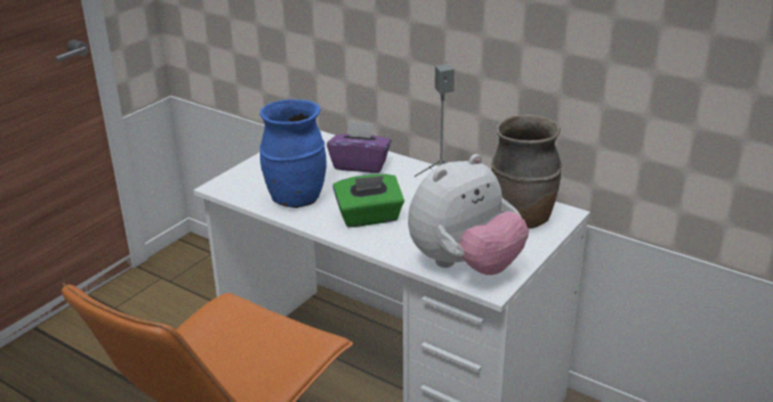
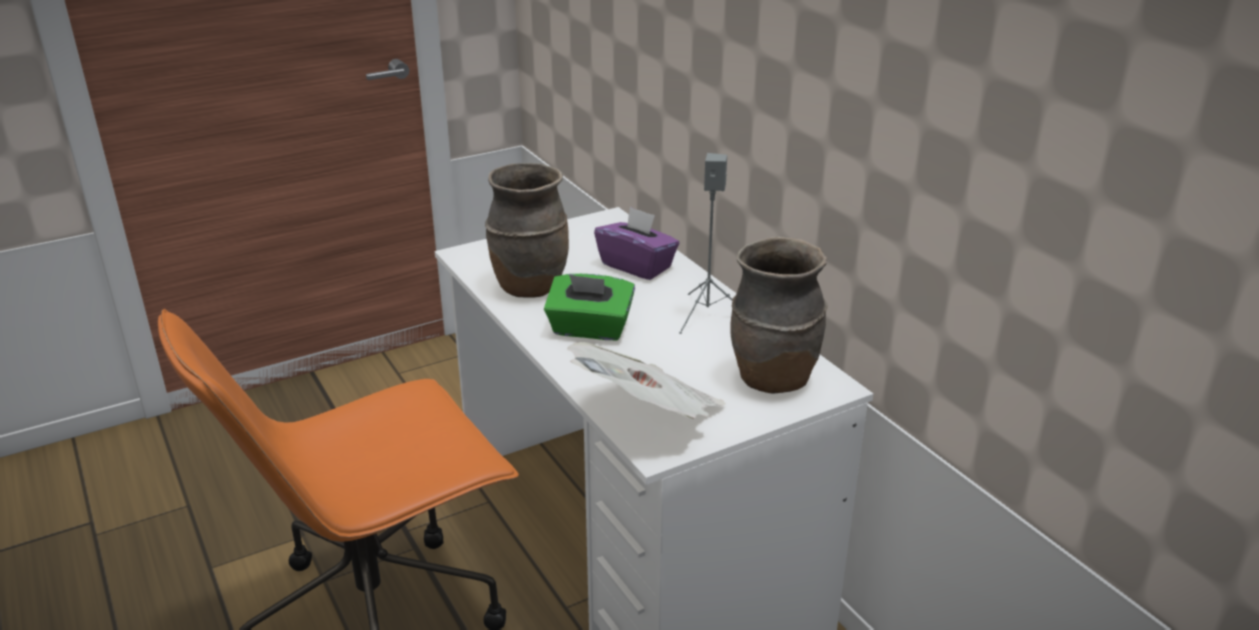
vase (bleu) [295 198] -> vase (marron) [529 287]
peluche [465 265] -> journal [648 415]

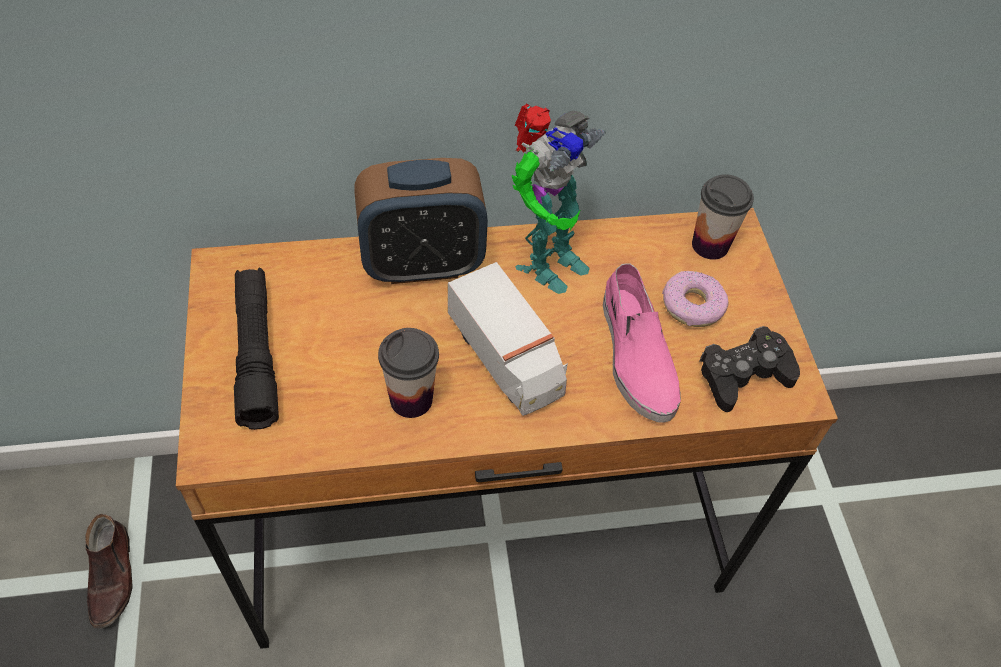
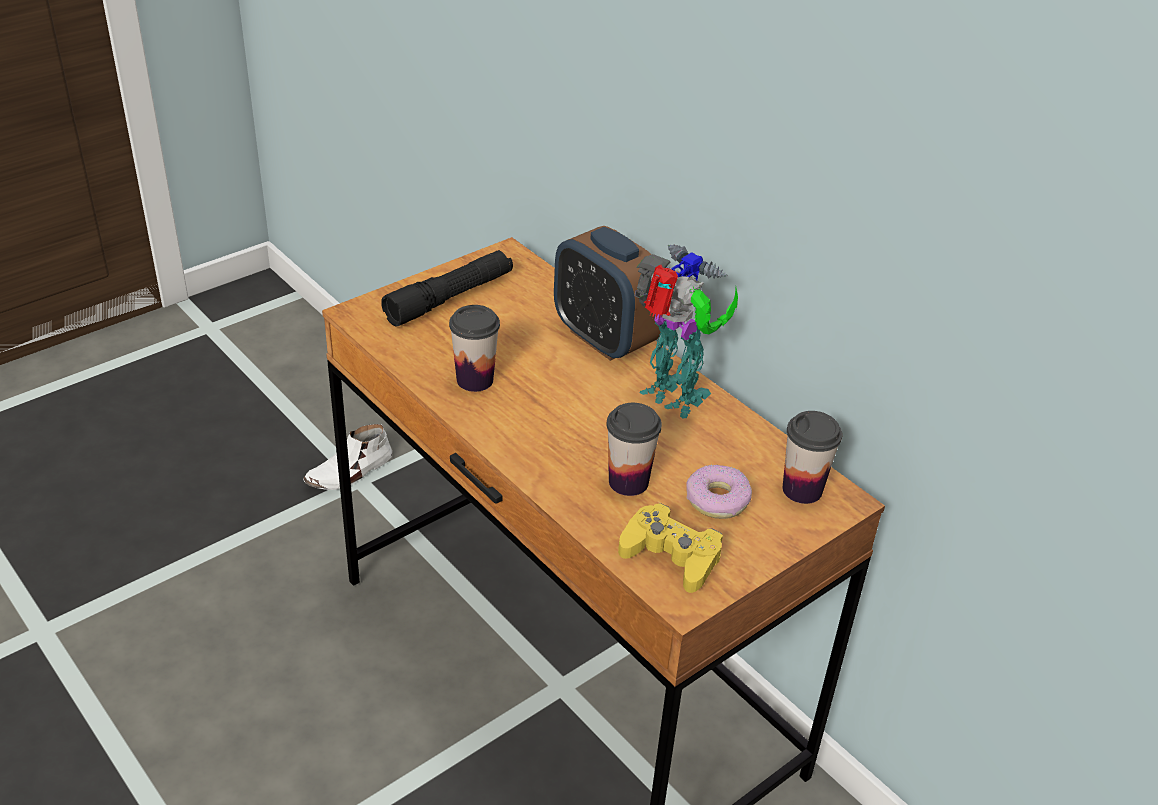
chaussure (marron) [112 576] -> chaussure (blanc) [350 472]
camion jouet [506 358] -> none
robot jouet [545 262] -> robot jouet [674 399], 150 degrees counterclockwise
chaussure (rose) [635 355] -> tasse [628 482]
manette (noir) [743 375] -> manette (jaune) [671 555]

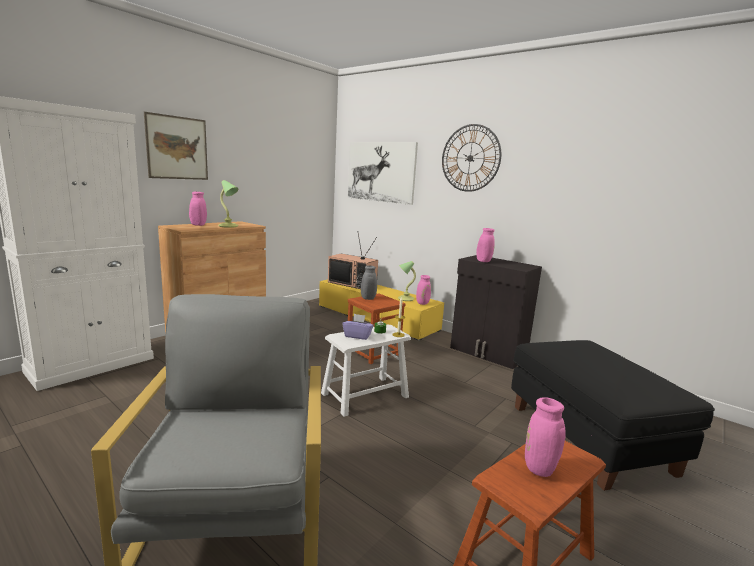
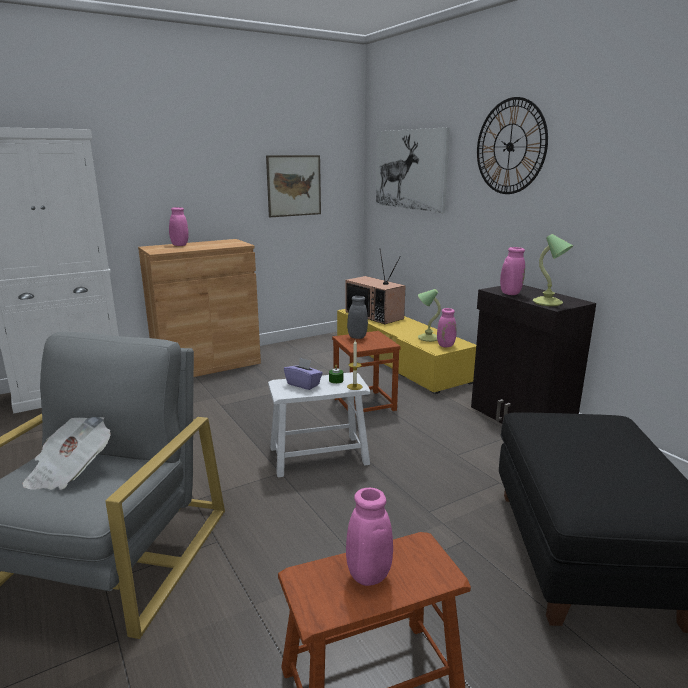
tableau [177 148] -> tableau [294 186], relocated
lampe de table [228 226] -> lampe de table [548 303], relocated
none -> journal [70 471]

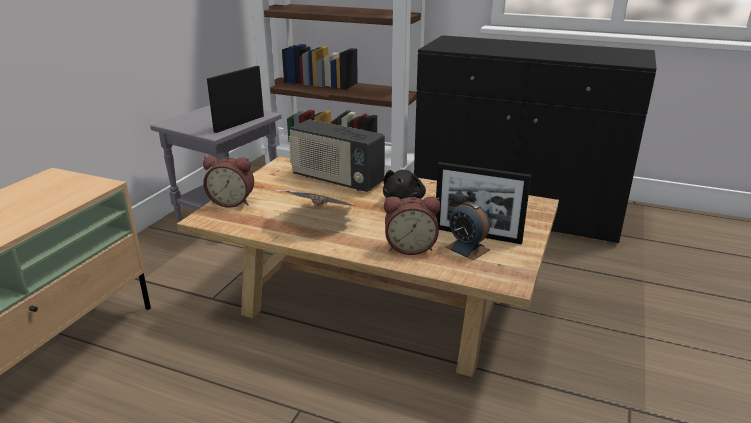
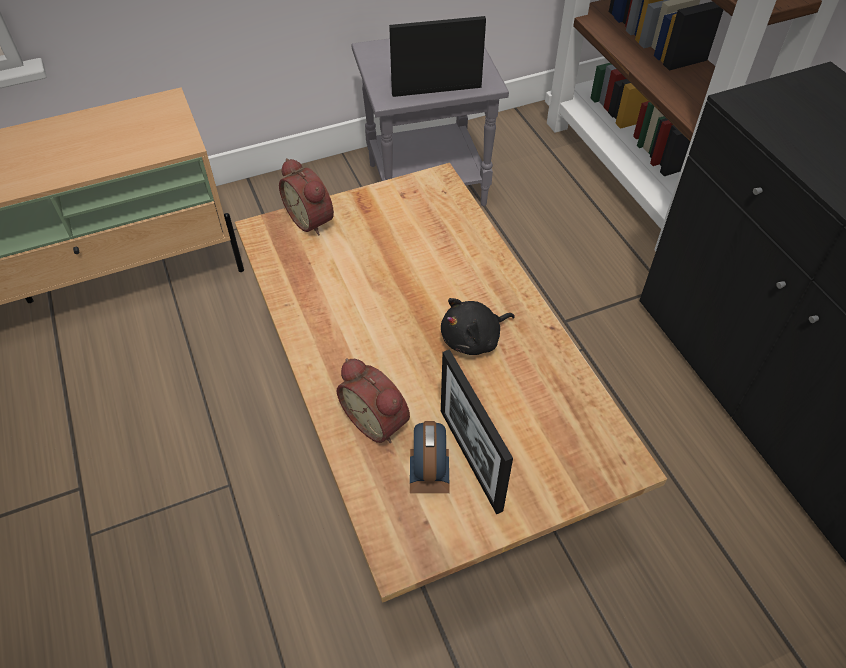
journal [321 218] -> none
radio [336 180] -> none

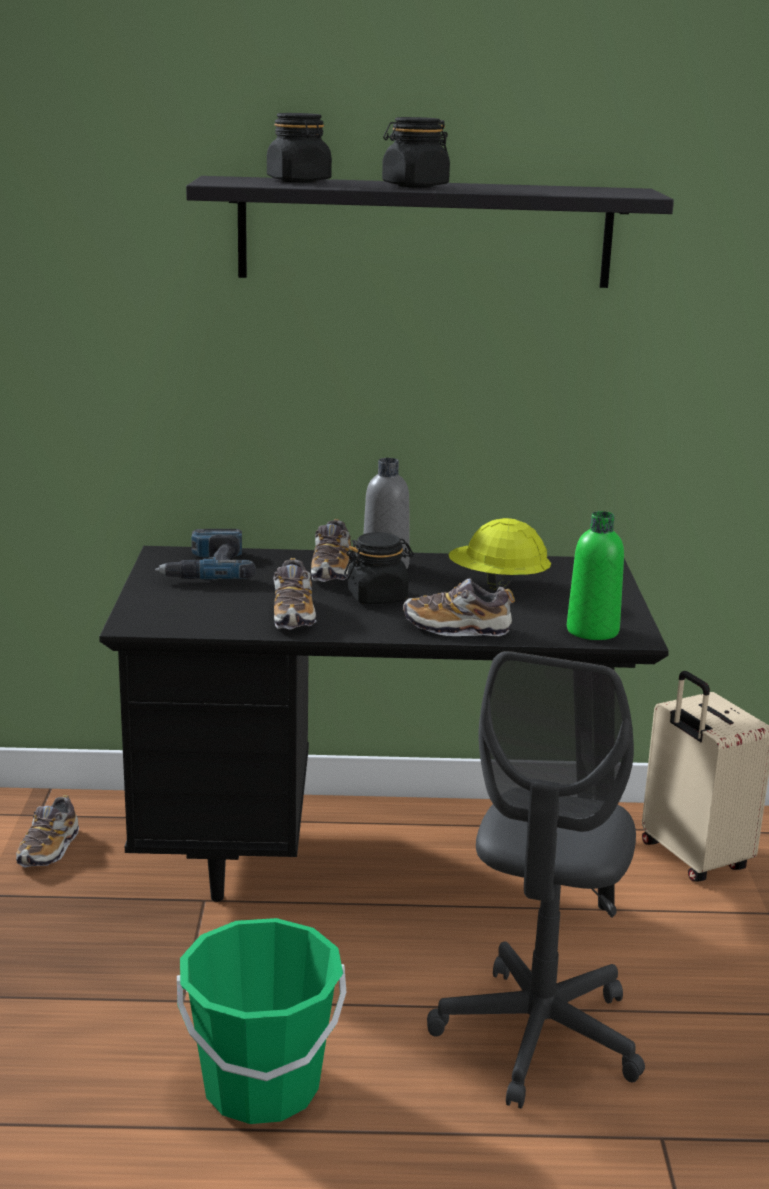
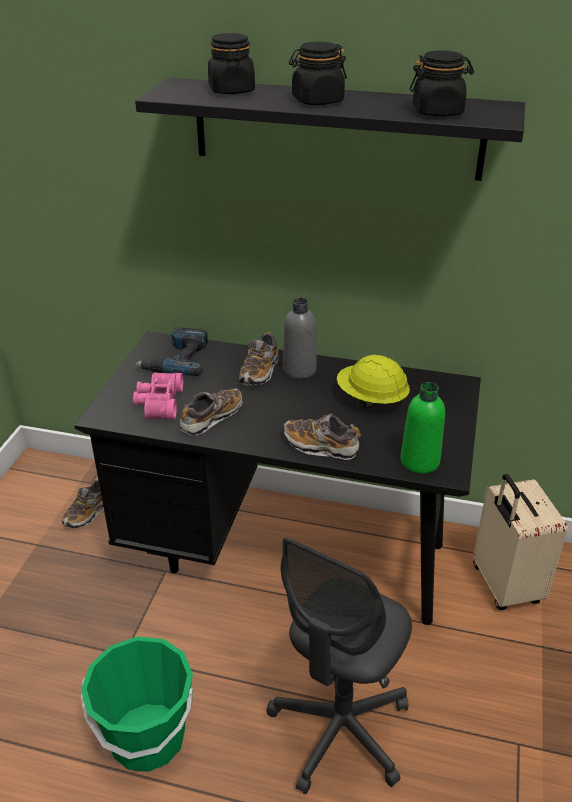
chaussure [293 615] -> chaussure [211 418], 150 degrees counterclockwise
bocal (noir) [377 597] -> bocal (noir) [437 112], relocated
none -> jumelles (rose) [158 403]

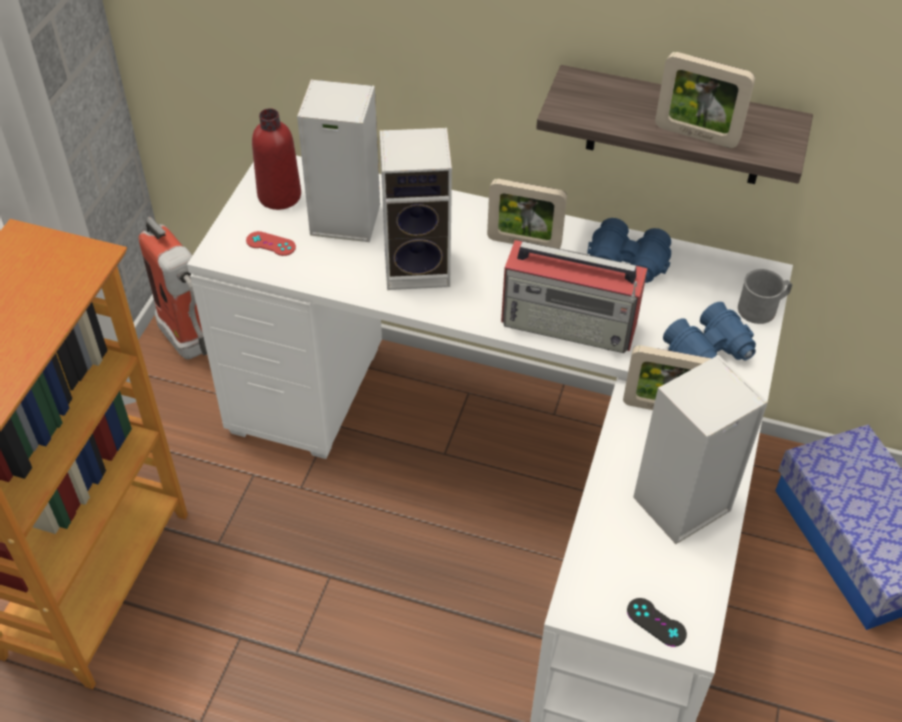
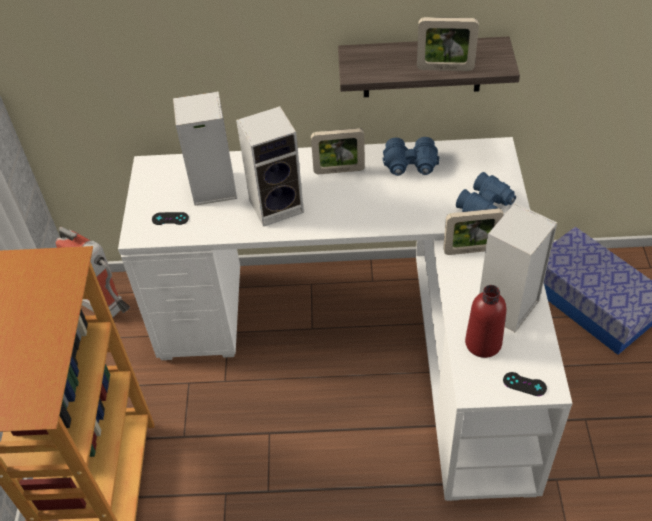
manette (rouge) [270 244] -> manette (noir) [170 219]
bouteille (rouge) [279 196] -> bouteille (rouge) [483 343], relocated
radio [570 324] -> none
mug (gris) [762 308] -> none

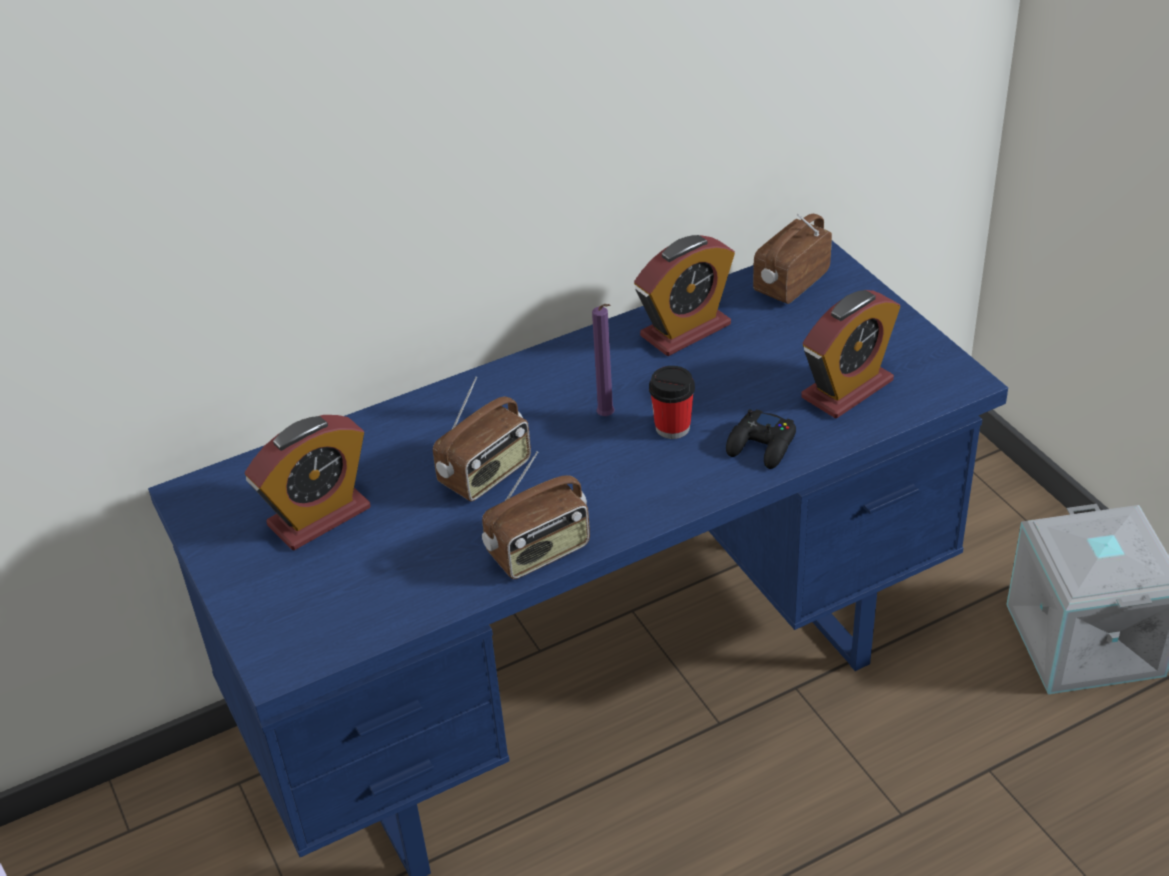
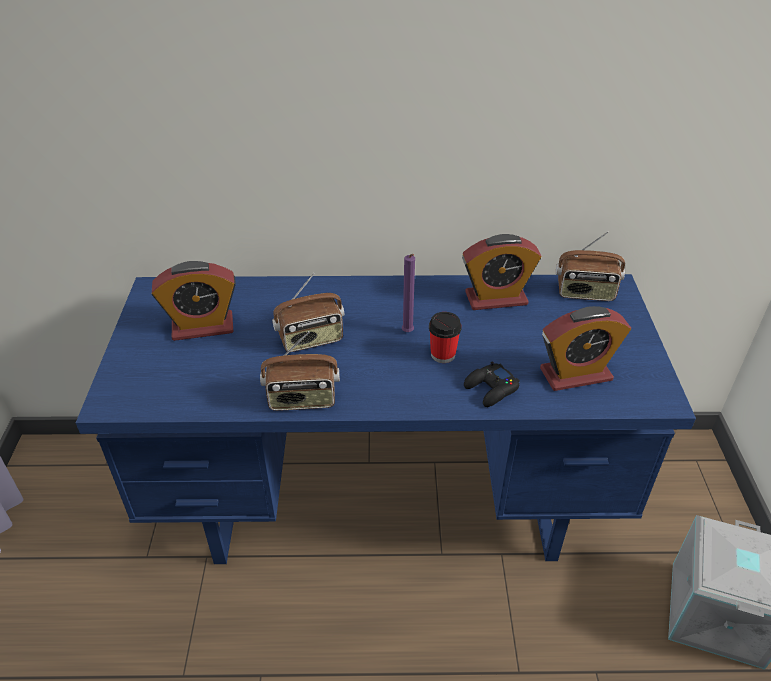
radio [790 283] -> radio [585 293], 150 degrees counterclockwise

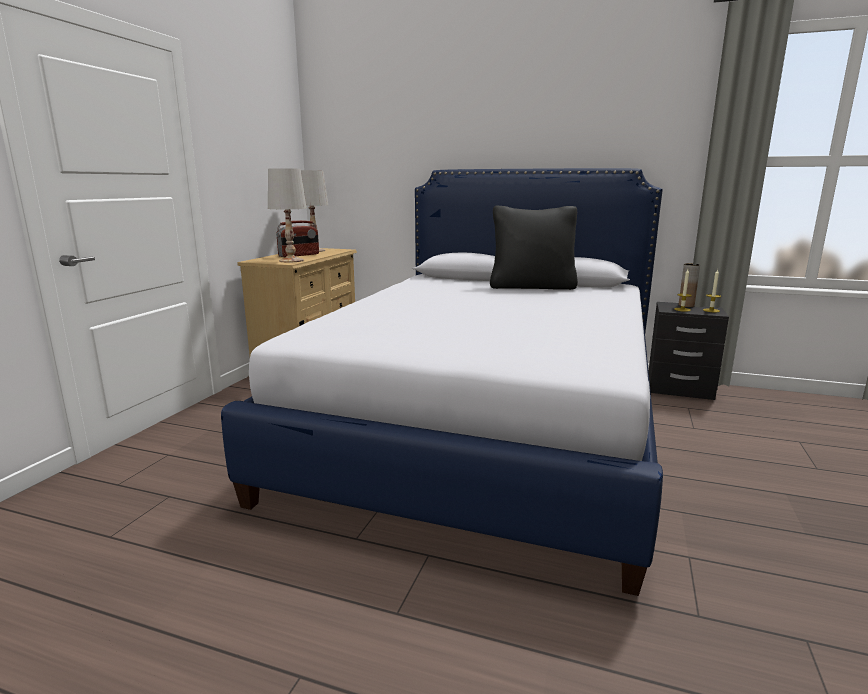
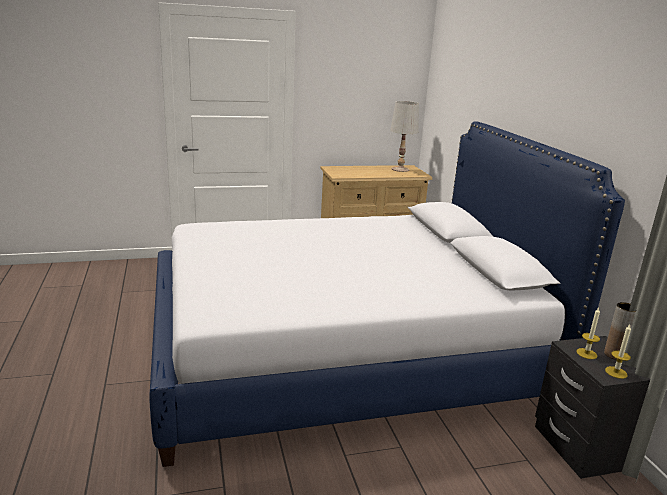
lampe de table (blanc) [291 260] -> none
radio [299 255] -> none
coussin (noir) [532 287] -> none

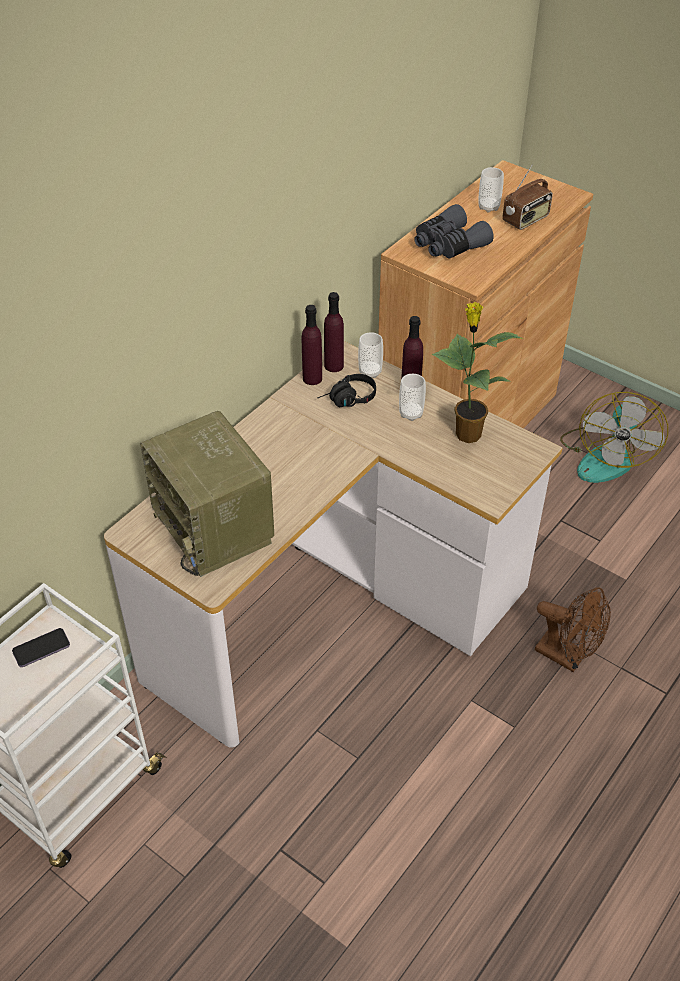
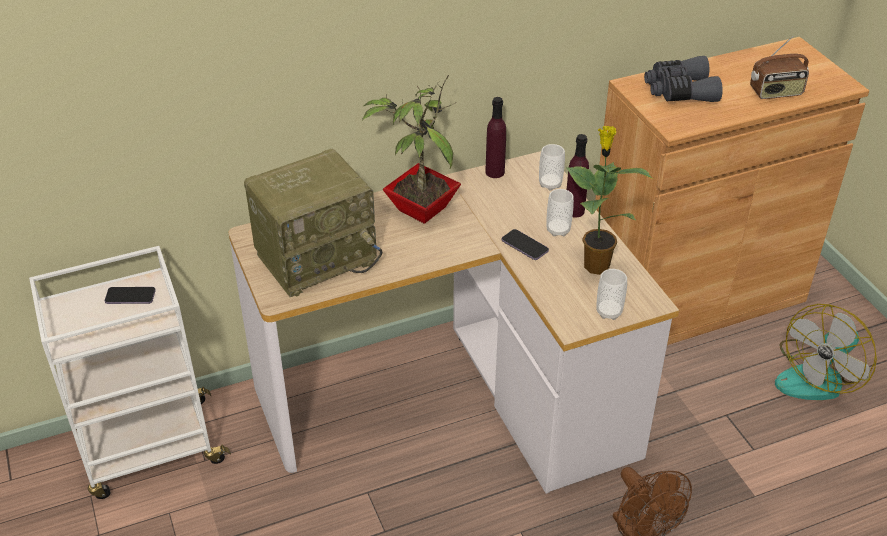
radio [215 528] -> radio [317 257], 120 degrees counterclockwise
casque audio (noir) [347 400] -> none
bouteille (violet) [334 366] -> none
tasse [488 207] -> tasse [609 312], relocated
none -> plante en pot [419 209]
none -> téléphone [524 246]

